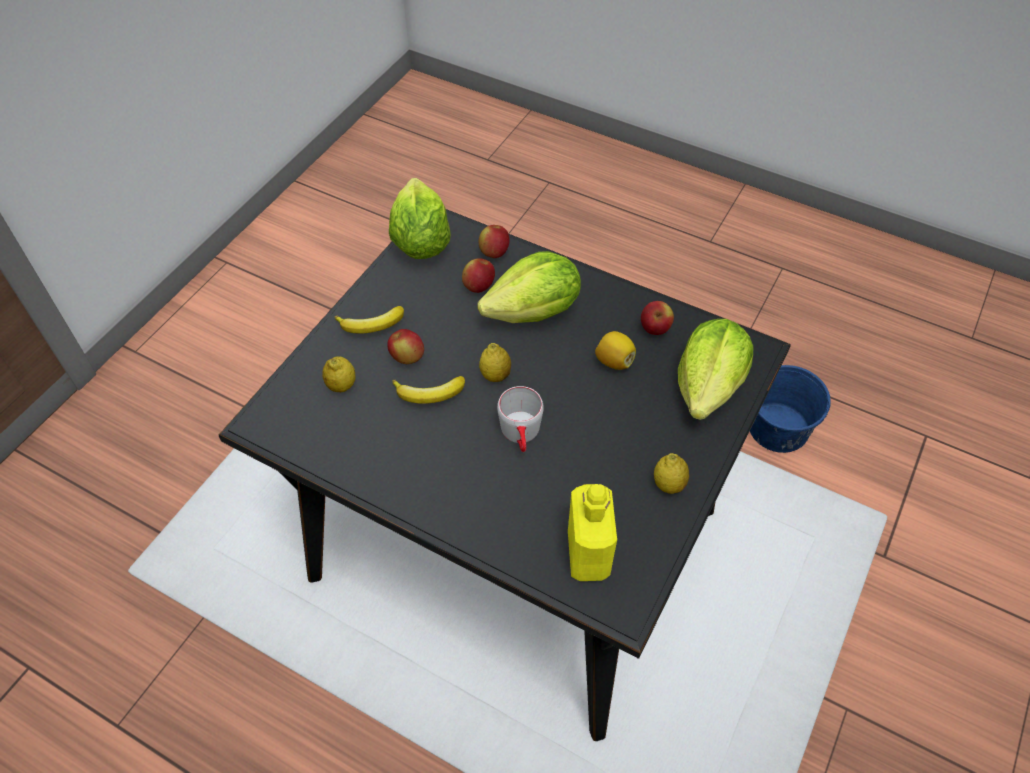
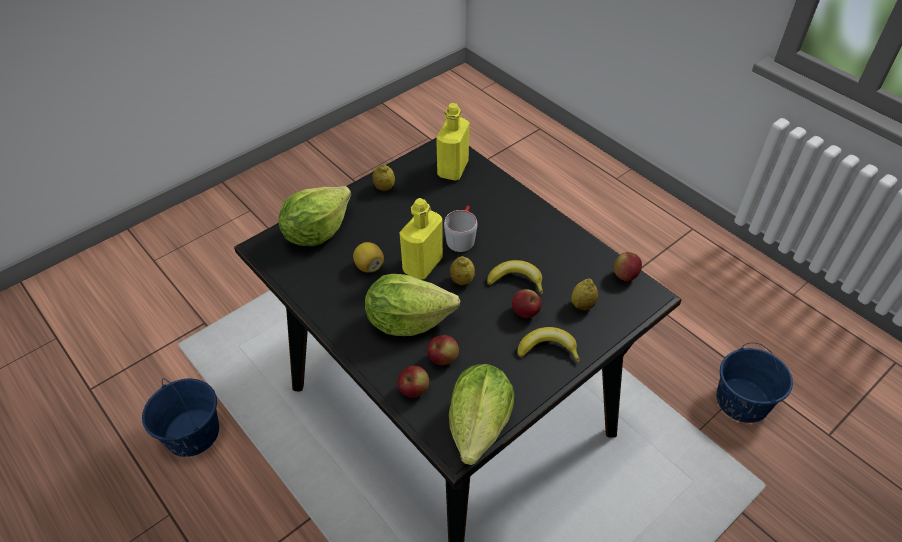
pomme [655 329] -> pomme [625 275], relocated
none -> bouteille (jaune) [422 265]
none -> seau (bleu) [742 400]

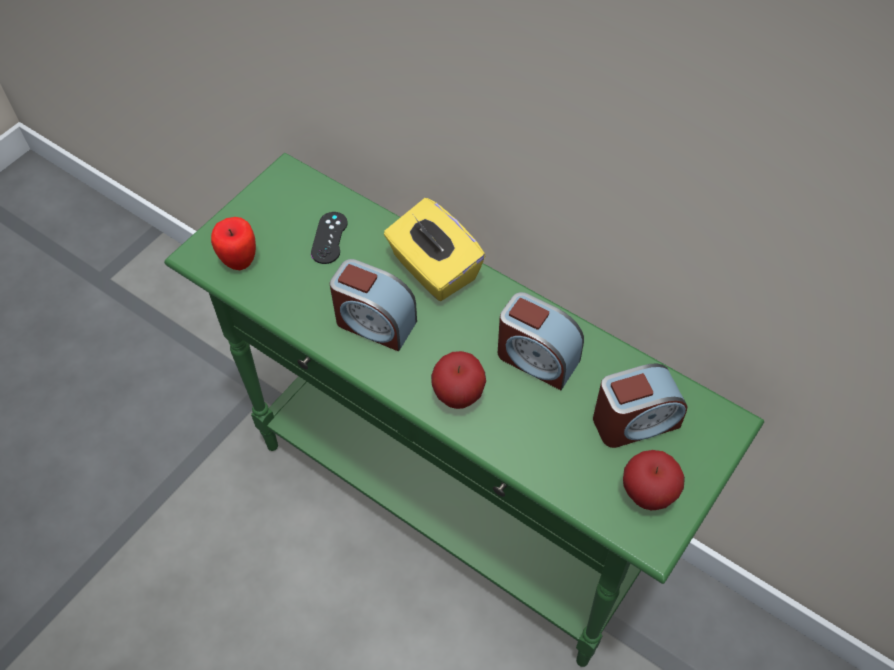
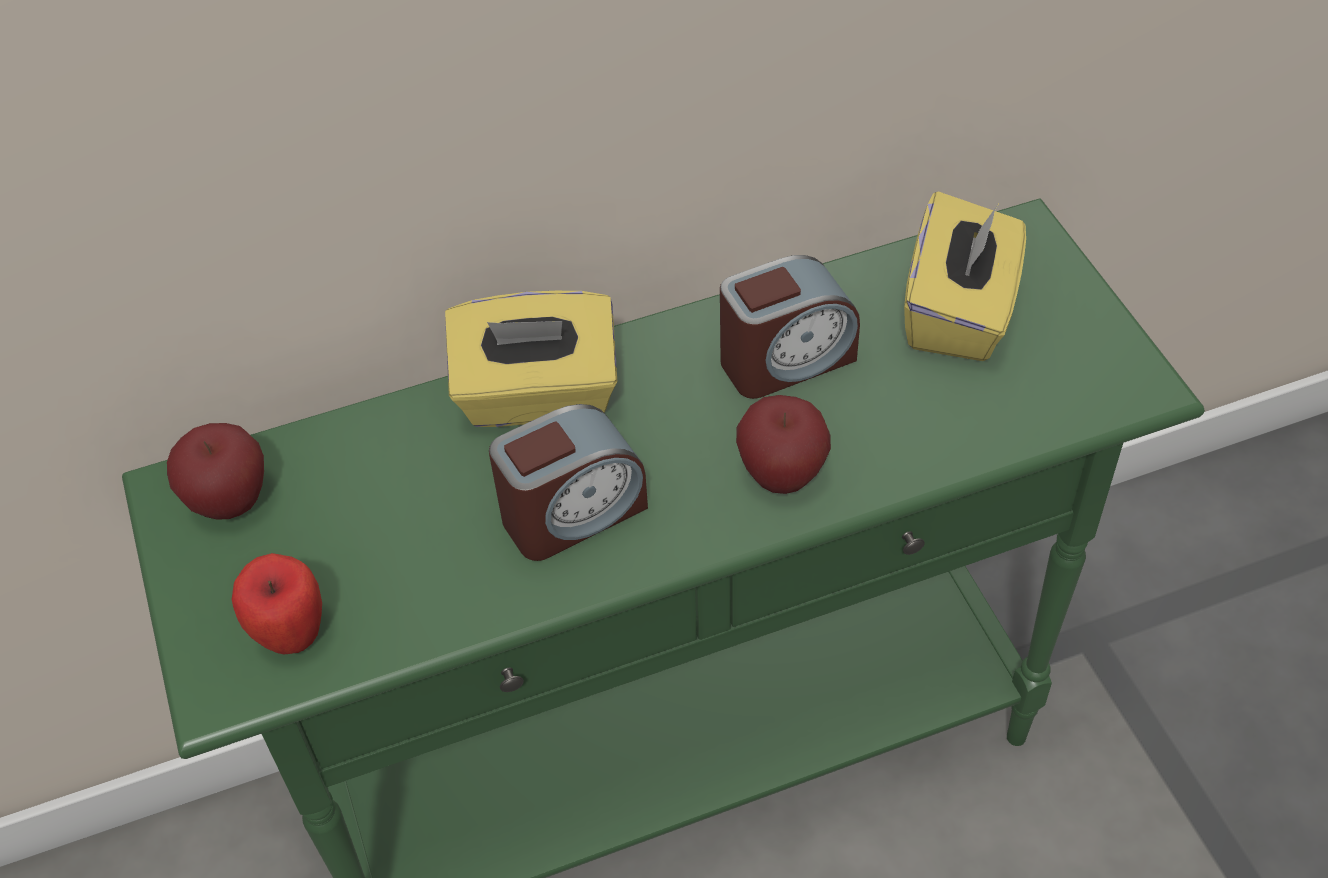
manette (noir) [329 238] -> none
réveil [635 421] -> boîte à mouchoirs (jaune) [959 313]
pomme [647 495] -> pomme [230 502], relocated

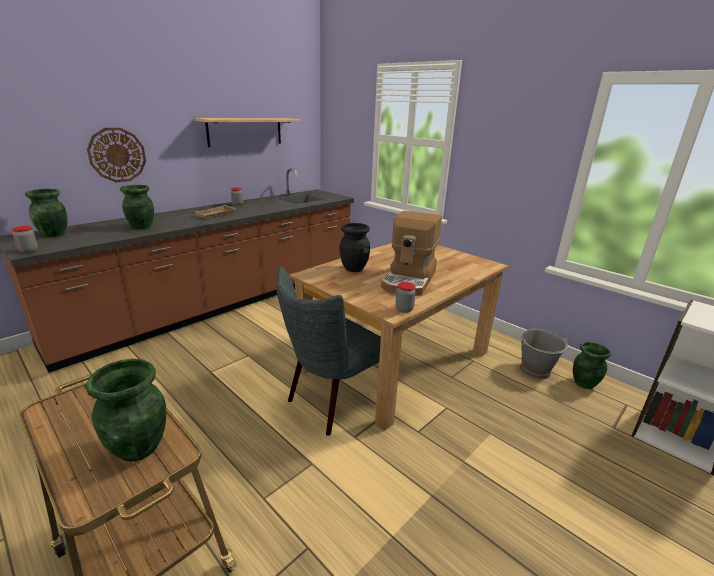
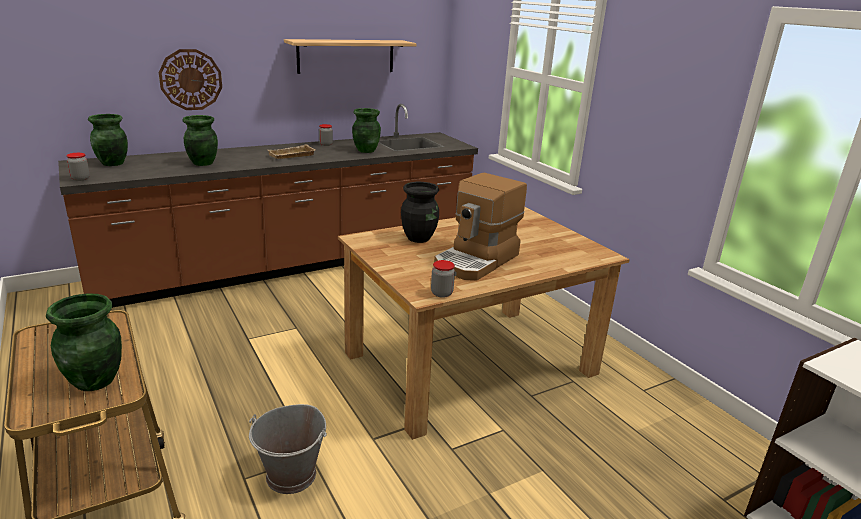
chaise (gris) [332 402] -> none
seau (gris) [535 370] -> seau (gris) [291 476], relocated
vase (vert) [583 383] -> vase (vert) [365 150], relocated

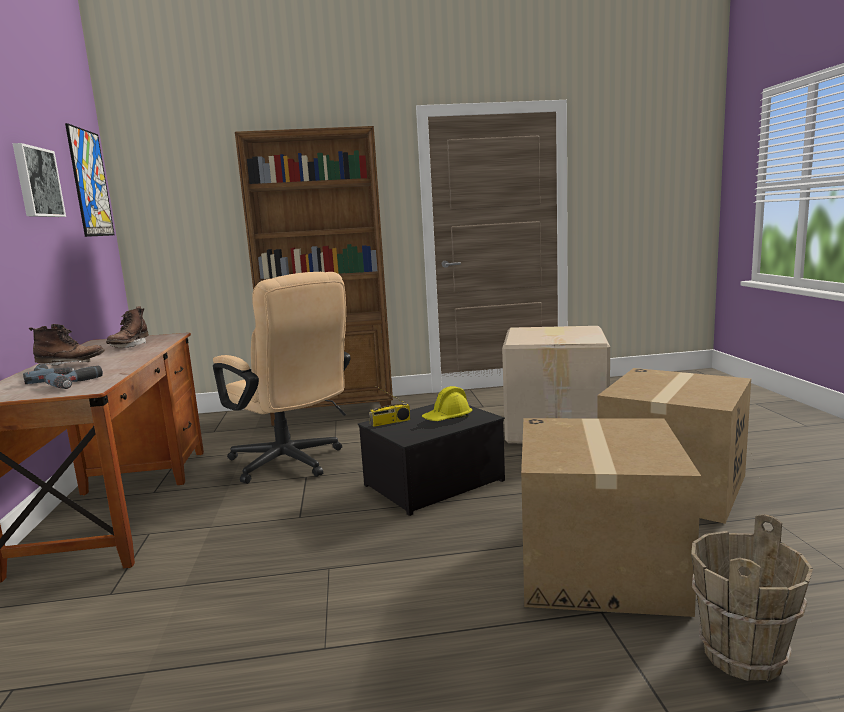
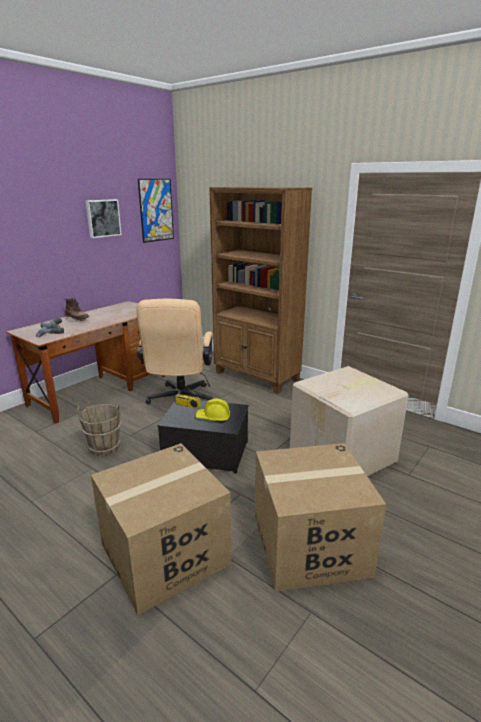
botte (marron) [129 346] -> none
seau (marron) [741 655] -> seau (marron) [104 448], relocated

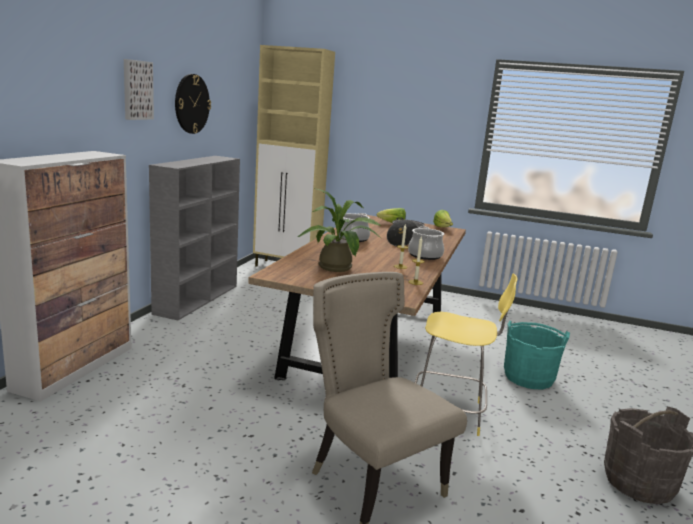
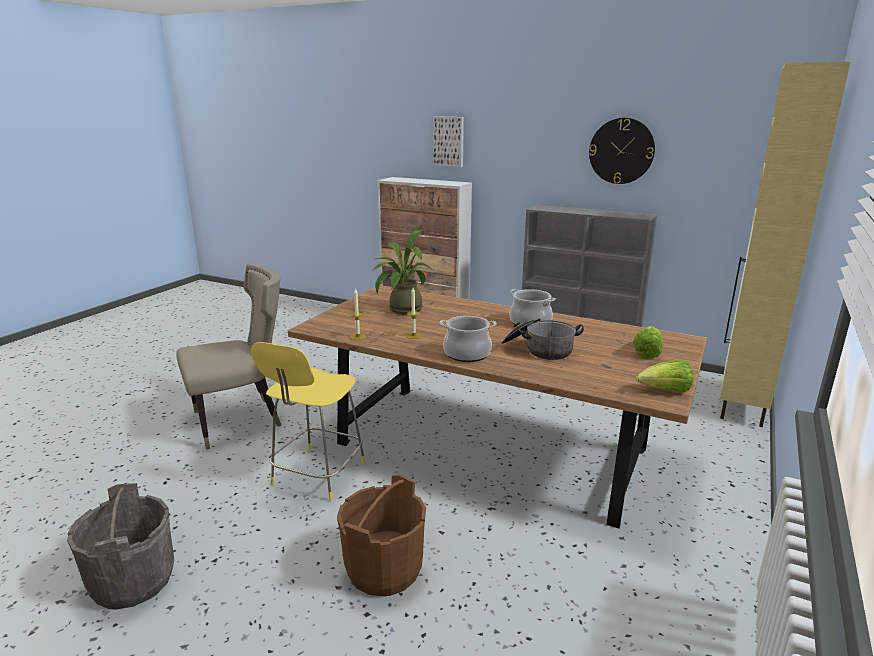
tableau [136 90] -> tableau [449 141], relocated
seau (turquoise) [528 378] -> seau (marron) [384 569]

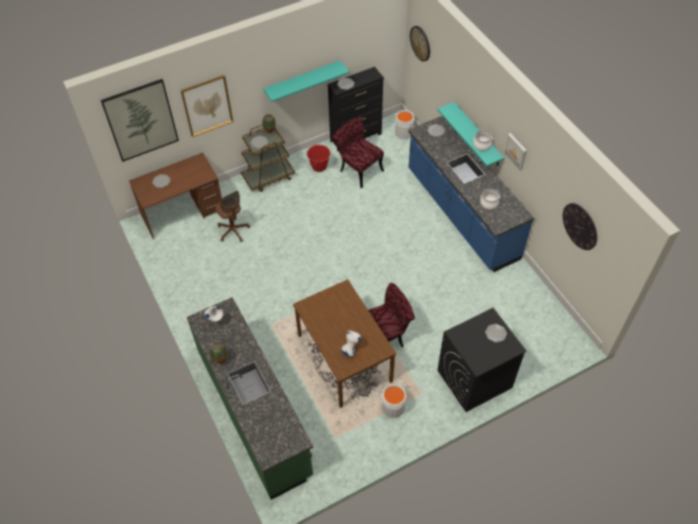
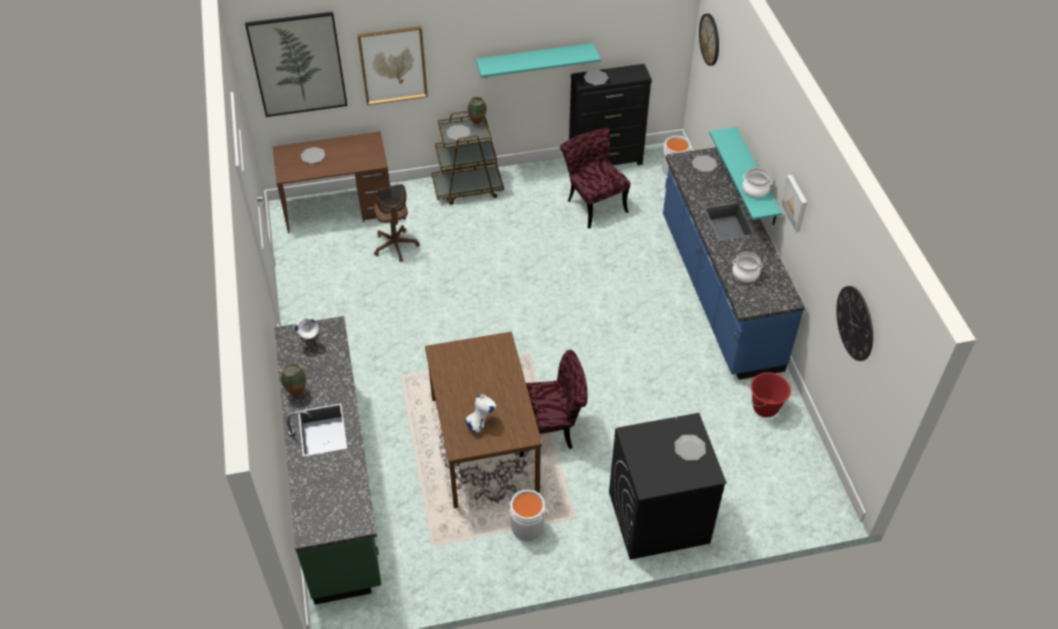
seau (rouge) [319 166] -> seau (rouge) [765 408], relocated

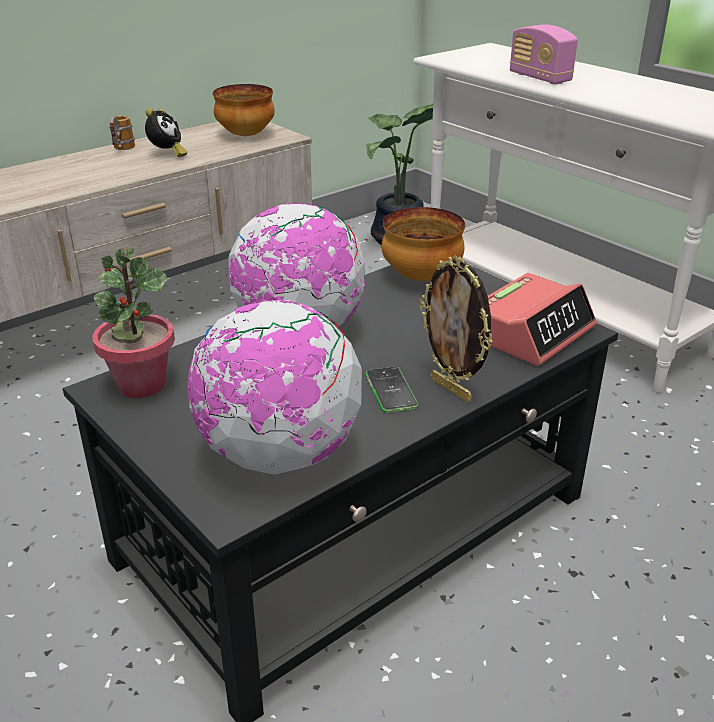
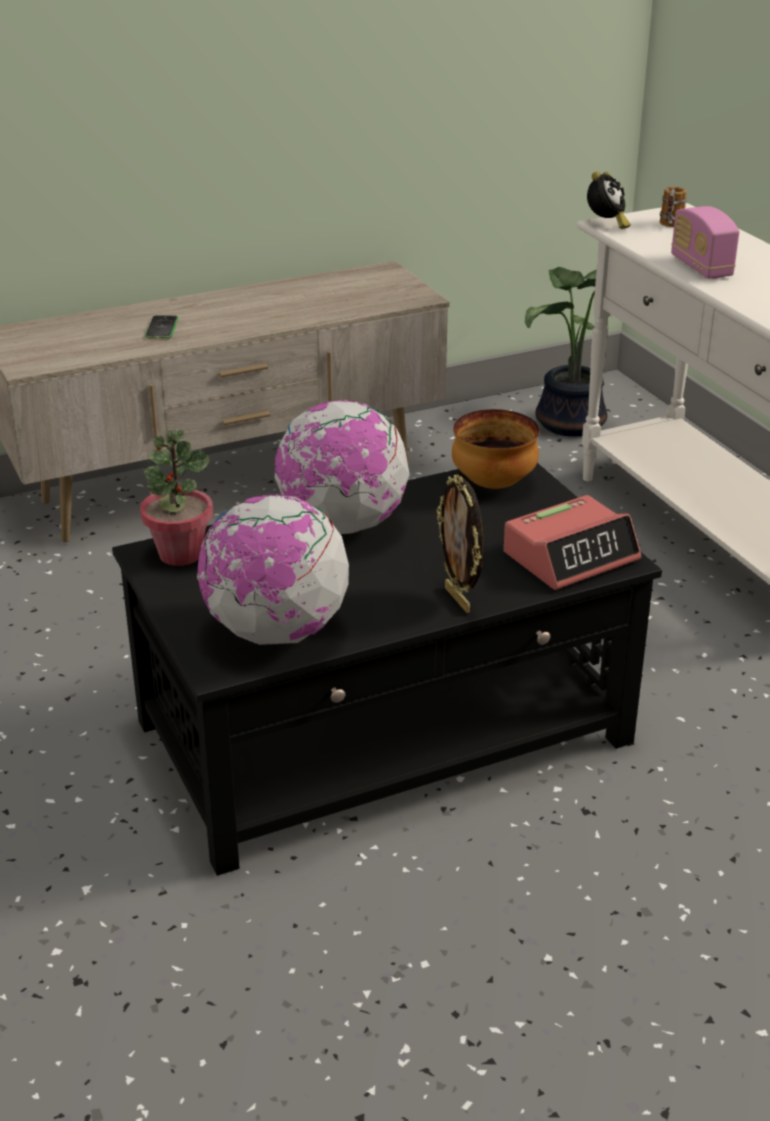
mug [122 150] -> mug [670 227], relocated
réveil [167 154] -> réveil [606 224], relocated
bol [246 134] -> none
téléphone [390 390] -> téléphone [162 328], relocated

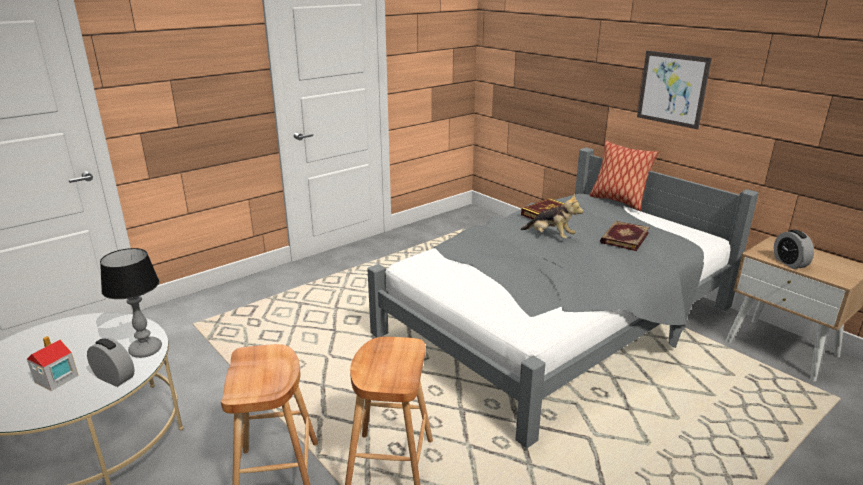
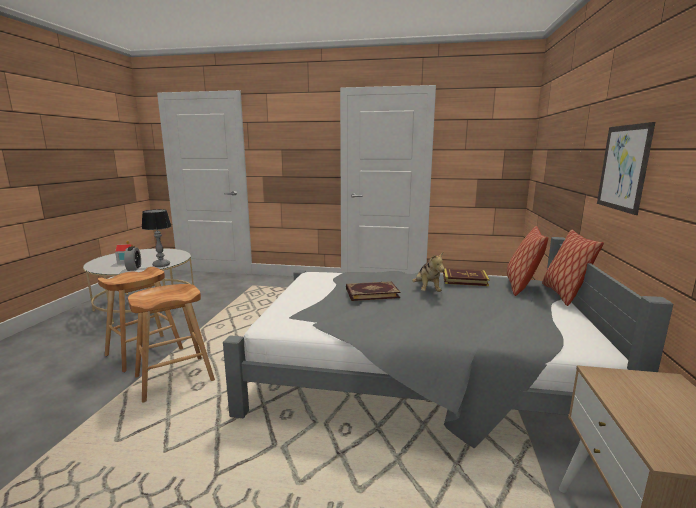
livre [623 237] -> livre [372 293], relocated
réveil [789 263] -> none
none -> coussin [521 287]

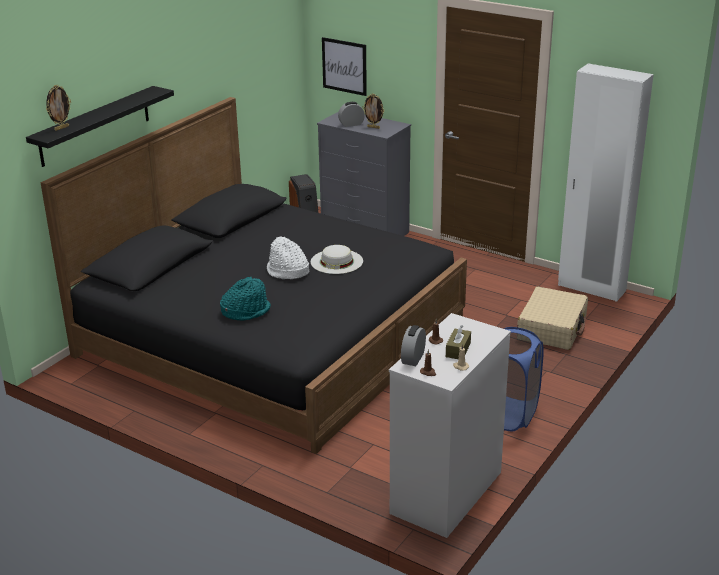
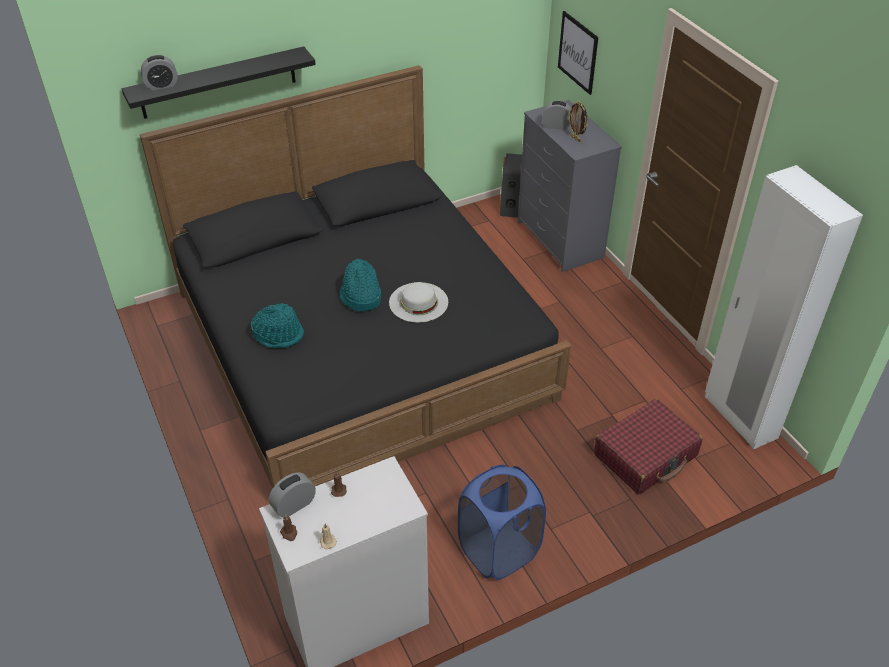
cadre photo [61 128] -> réveil [161 85]
chapeau (blanc) [287 271] -> chapeau (turquoise) [360 297]
boîte à mouchoirs (marron) [458 350] -> none
valise (beige) [552 328] -> valise (rouge) [645 455]

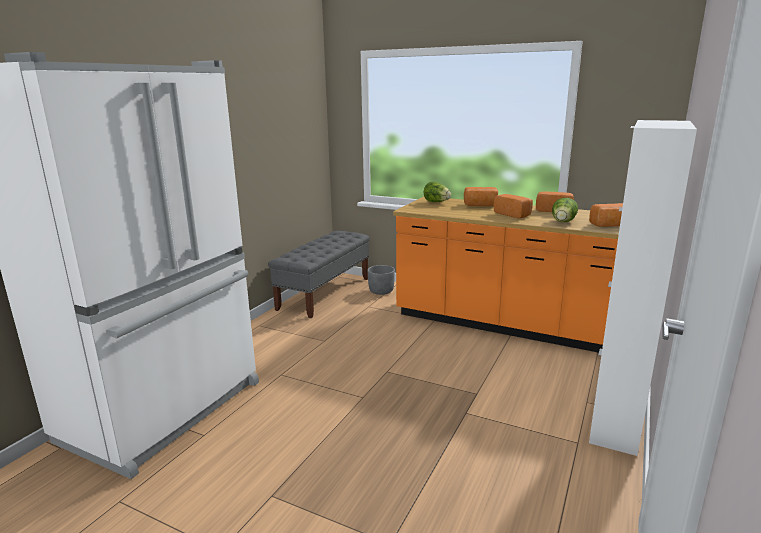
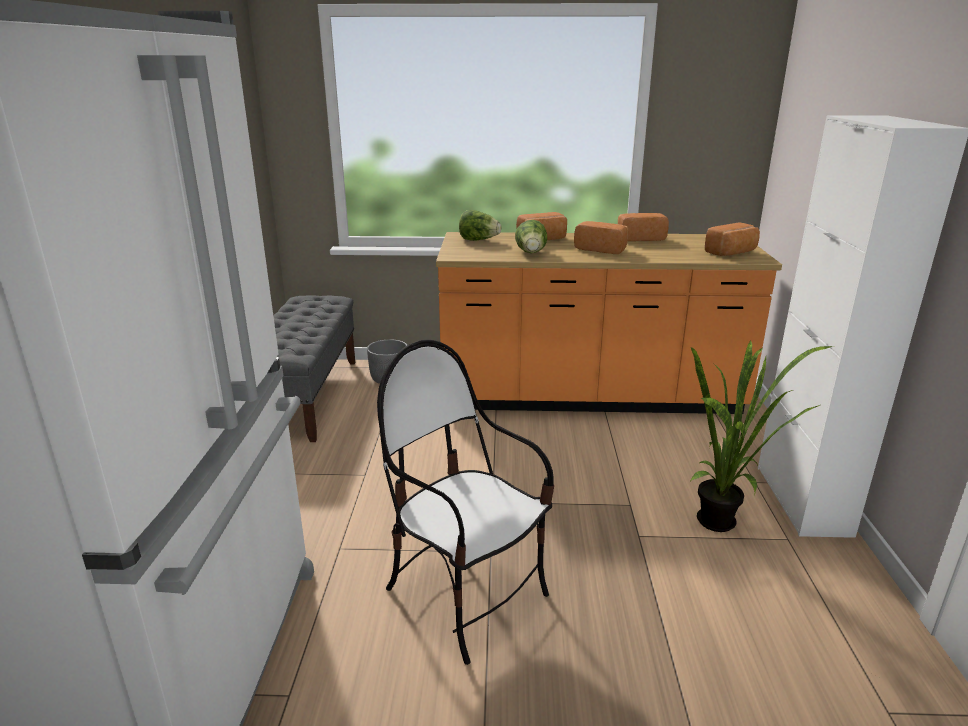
laitue [563 222] -> laitue [531 253], relocated
none -> chaise [466 596]
none -> plante en pot [724 526]

